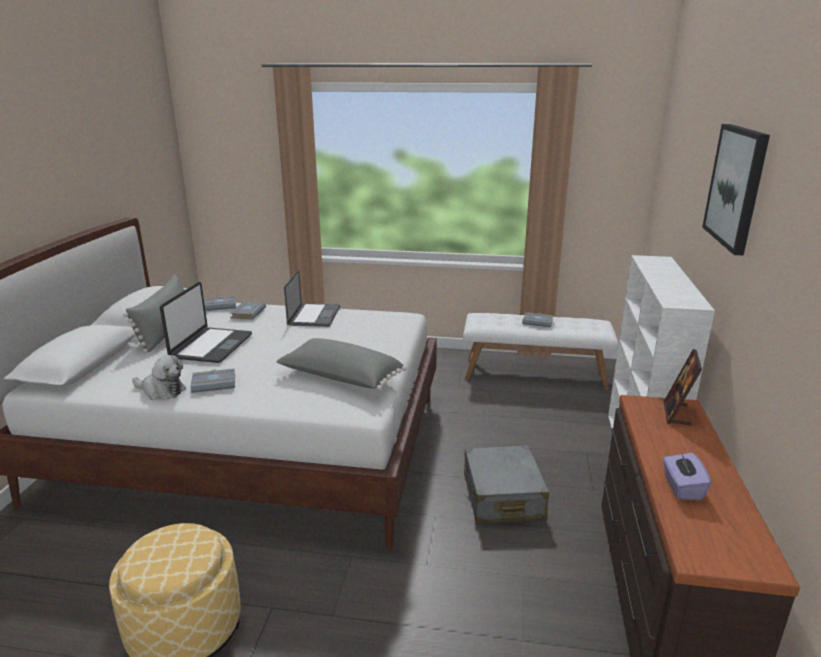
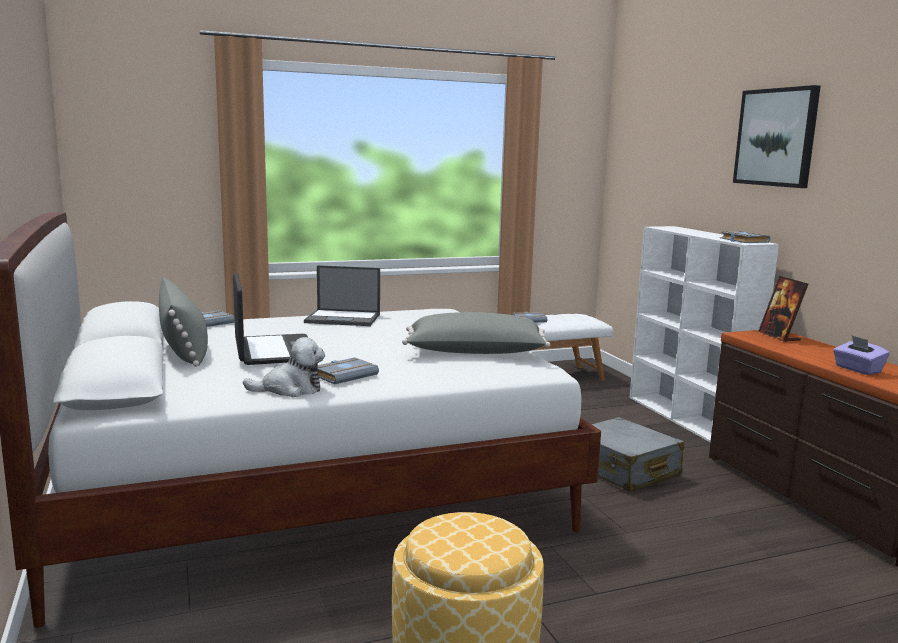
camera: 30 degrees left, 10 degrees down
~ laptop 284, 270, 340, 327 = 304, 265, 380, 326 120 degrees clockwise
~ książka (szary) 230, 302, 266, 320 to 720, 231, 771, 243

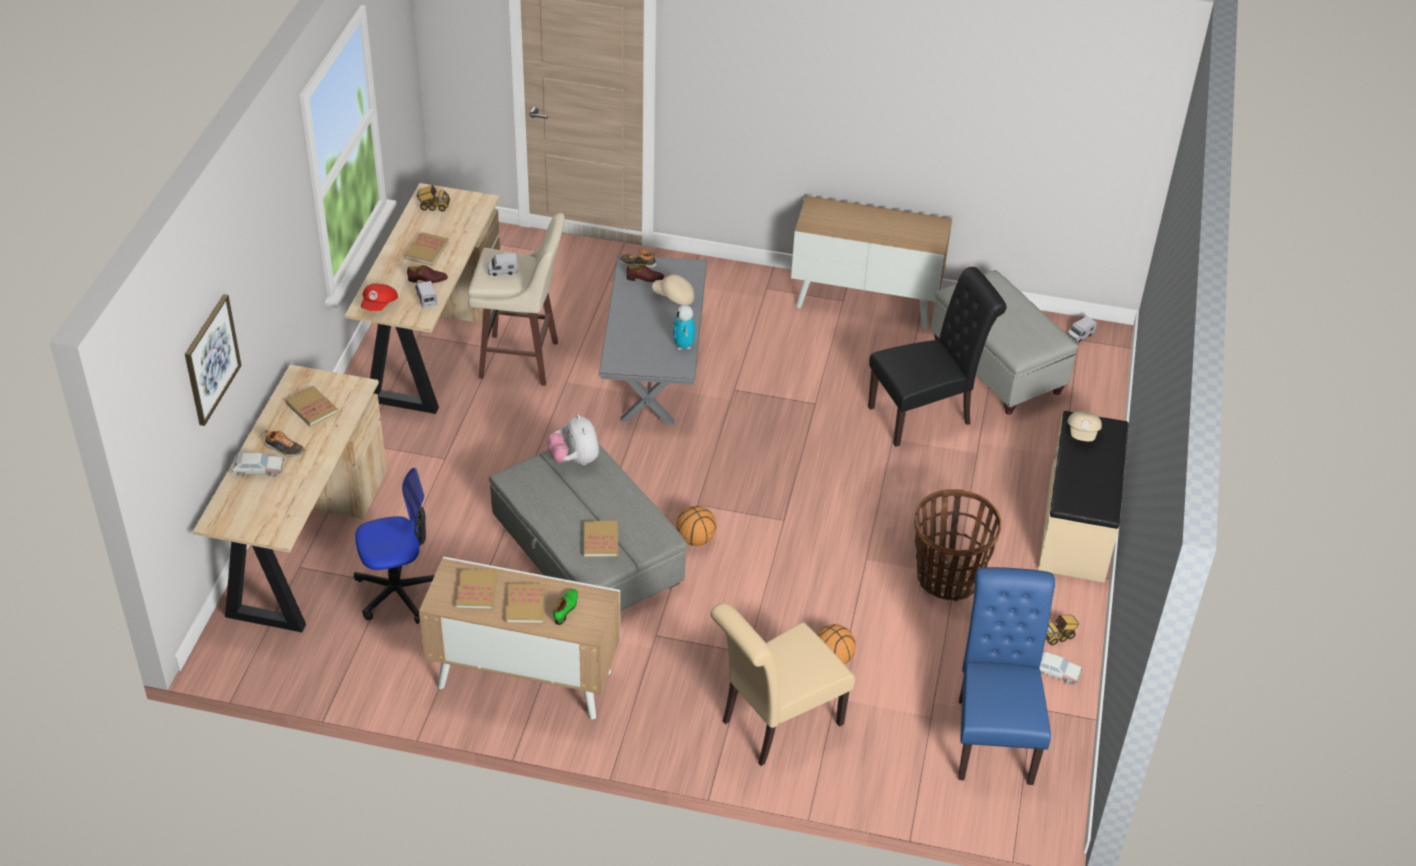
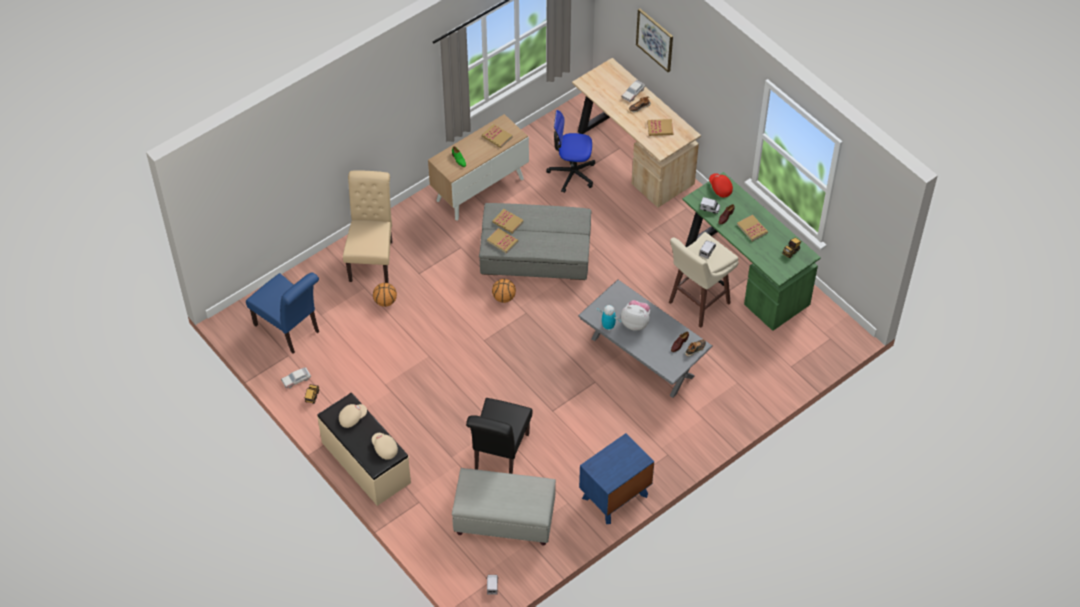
camera: 130 degrees right, 10 degrees up
~ biurko (beżowy) 345, 183, 500, 414 to biurko (zielony) 682, 172, 821, 331
~ szafka 791, 196, 952, 329 to szafka nocna (niebieski) 579, 433, 654, 524
~ czapka z daszkiem (beżowy) 652, 275, 694, 305 to 339, 404, 367, 428
~ pluszak 548, 415, 599, 465 to 621, 300, 650, 331
~ krzesło biurowe 354, 468, 435, 624 = 546, 110, 595, 193 75 degrees clockwise
- koszyk 914, 489, 1002, 601
~ książka 506, 583, 545, 624 to 487, 228, 518, 254

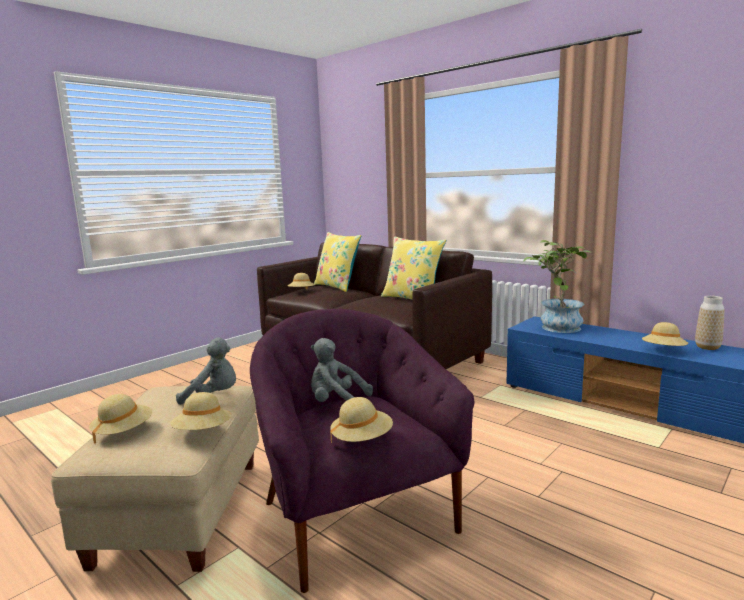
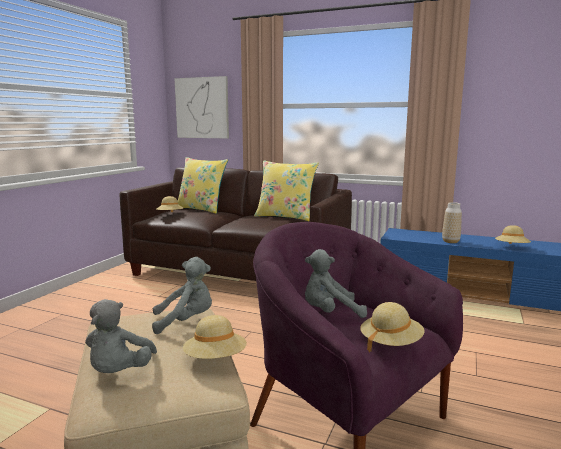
camera: 20 degrees left, 0 degrees up
- roślina doniczkowa 523, 240, 592, 333
~ wazon 695, 296, 724, 350 to 442, 202, 462, 243
~ kapelusz (beżowy) 89, 394, 152, 445 to pluszak (szary) 85, 299, 157, 373
+ obraz 174, 76, 229, 138

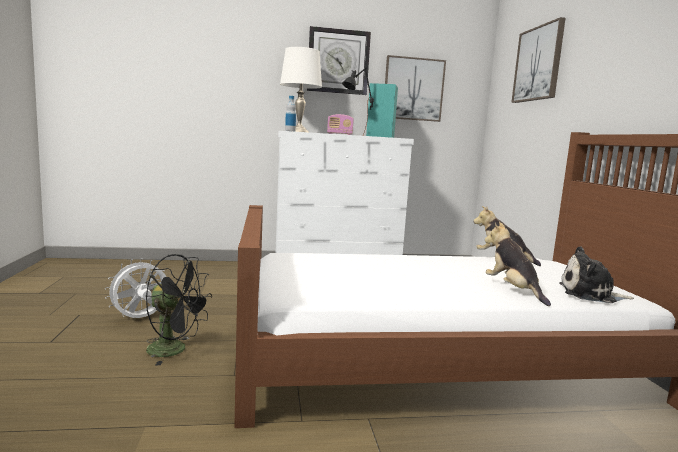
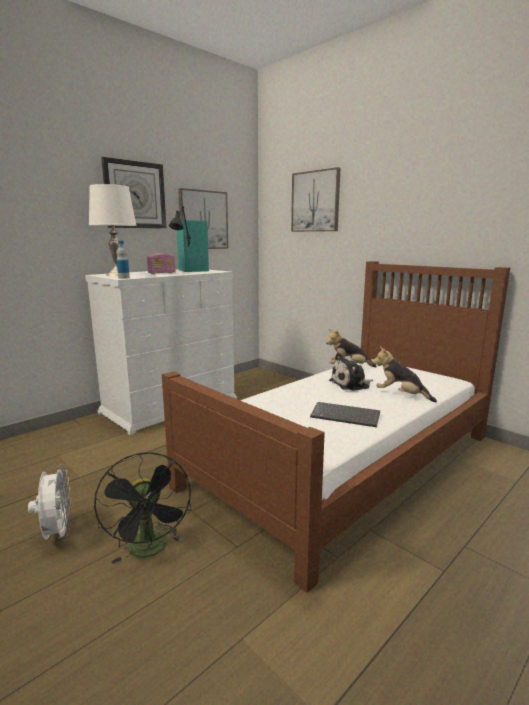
camera: 35 degrees left, 5 degrees up
~ pluszak 559, 246, 634, 303 to 329, 352, 373, 391
~ wentylator (czarny) 145, 254, 212, 365 = 94, 452, 191, 564 90 degrees clockwise
~ wentylator (biały) 105, 258, 166, 318 = 28, 464, 72, 541 150 degrees clockwise
+ klawiatura 310, 402, 380, 427

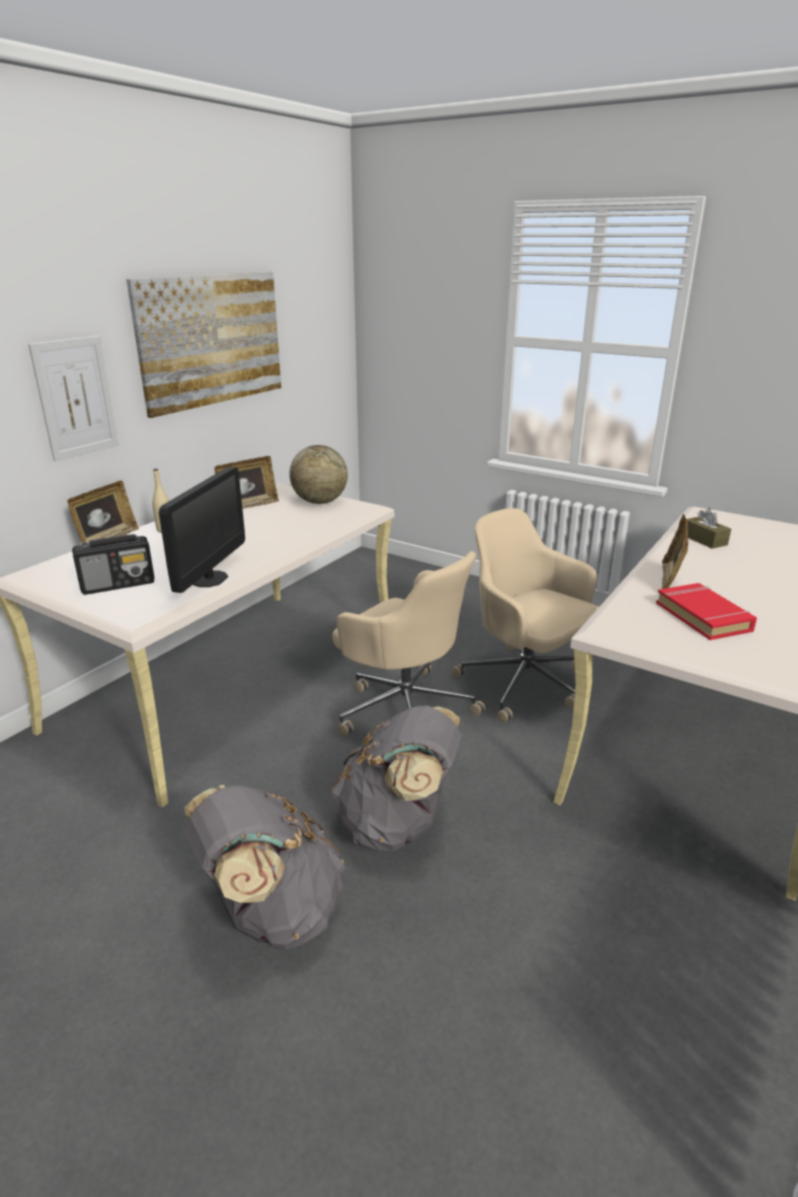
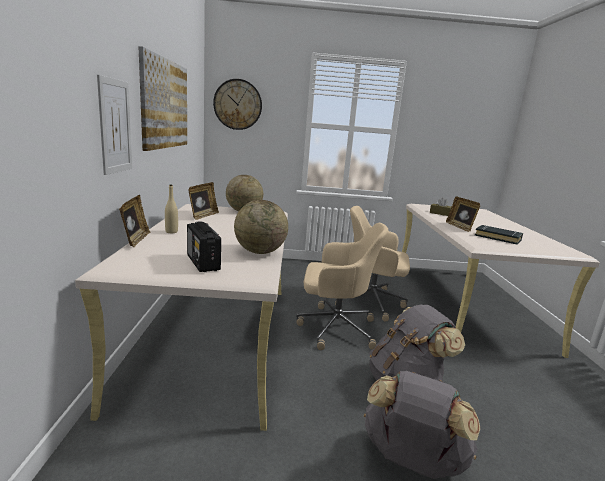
camera: 35 degrees left, 10 degrees down
~ monitor 159, 467, 245, 593 to globus 234, 200, 288, 254
~ radio 72, 534, 154, 595 = 187, 221, 221, 272 120 degrees clockwise
~ książka (czerwony) 656, 583, 757, 640 to książka (czarny) 475, 225, 523, 245
+ zegar ścienny 213, 79, 262, 130

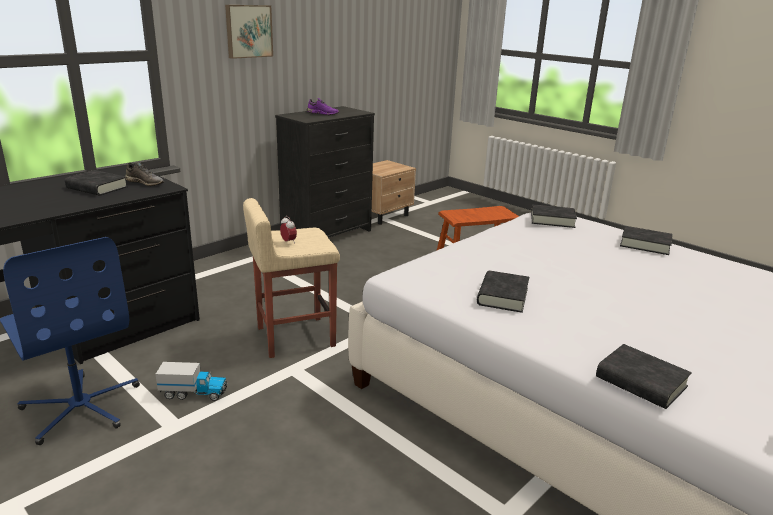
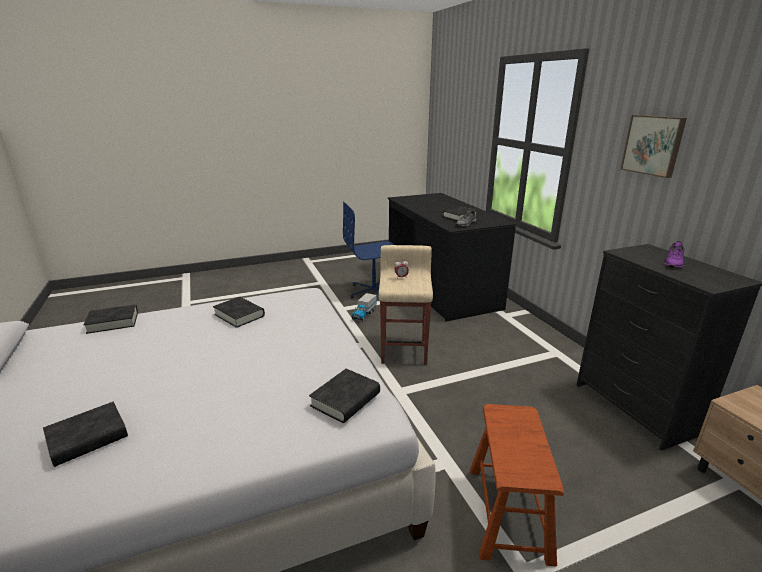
camera: 115 degrees right, 0 degrees up
~ książka (czarny) 620, 226, 673, 255 to 43, 402, 128, 467

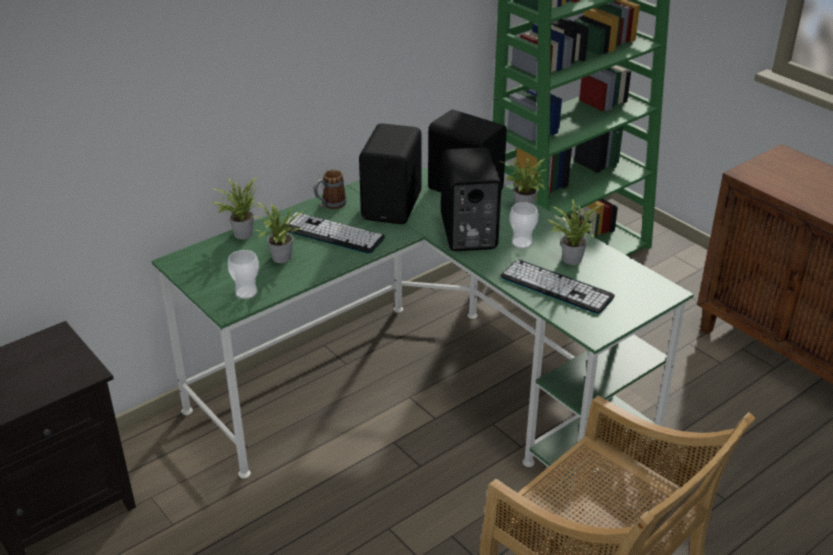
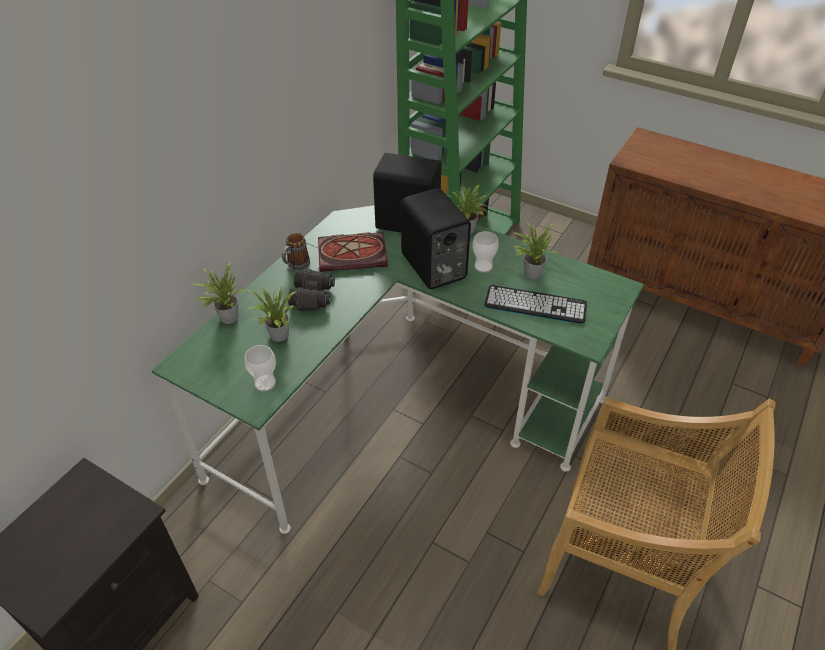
camera: 20 degrees left, 10 degrees up
~ głośnik (czarny) 359, 123, 422, 224 to książka 318, 232, 388, 272
~ klawiatura 286, 212, 385, 254 to lornetka (czarny) 288, 269, 335, 311

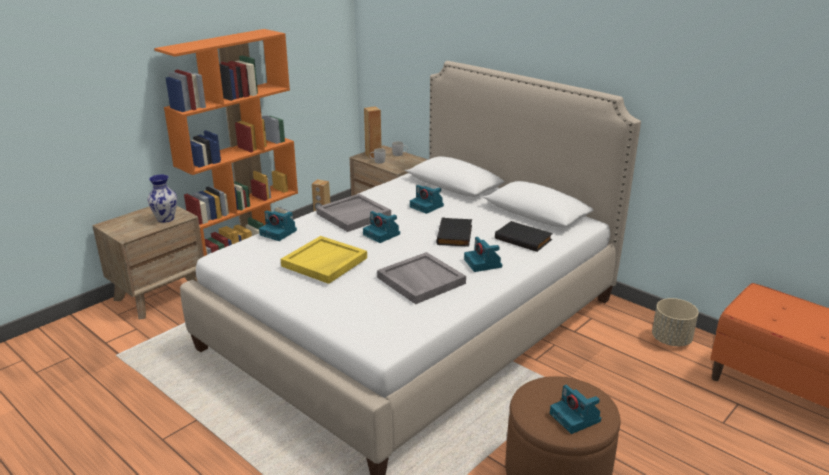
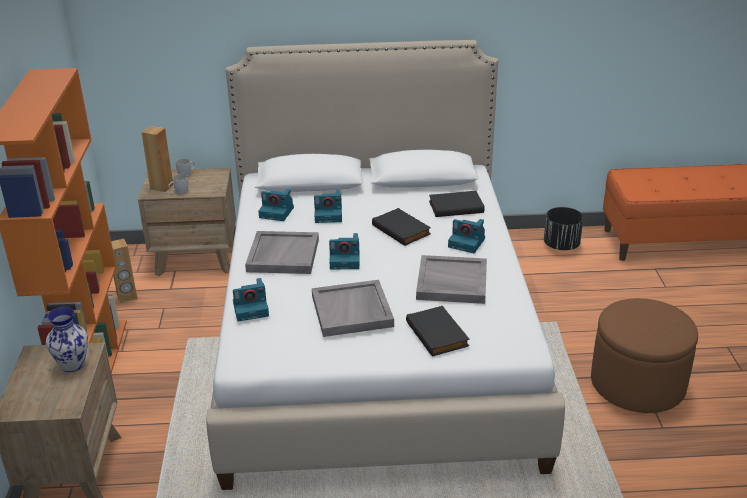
camera: 45 degrees left, 5 degrees up
~ taca (żółty) 281, 236, 367, 284 to taca (szary) 312, 280, 394, 337
~ donica (beżowy) 652, 298, 698, 346 to donica (czarny) 544, 207, 583, 250
~ aparat fotograficzny 550, 385, 601, 434 to 258, 189, 294, 221
+ książka (czarny) 406, 306, 469, 357

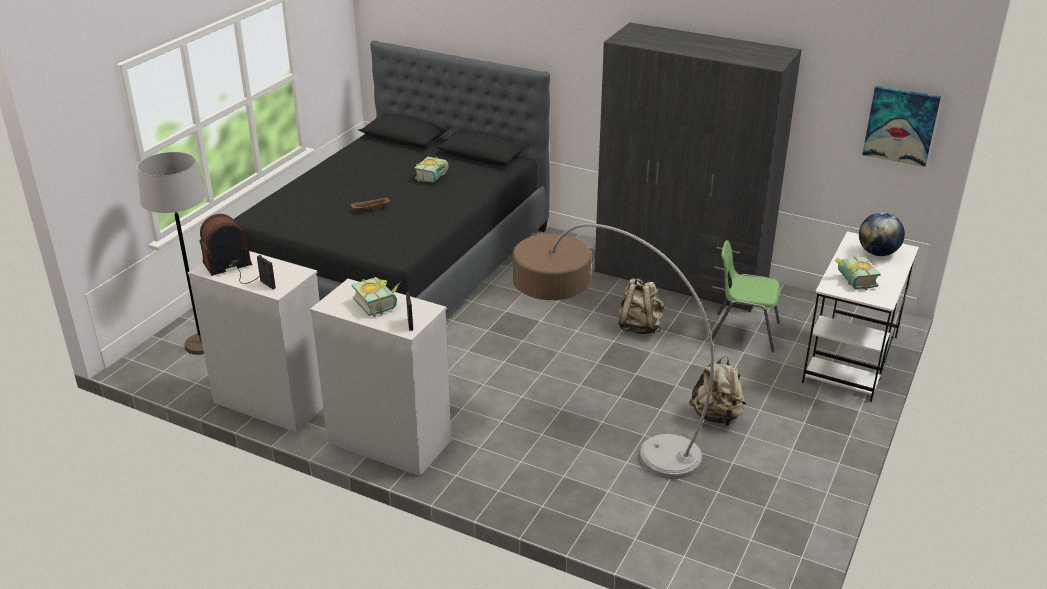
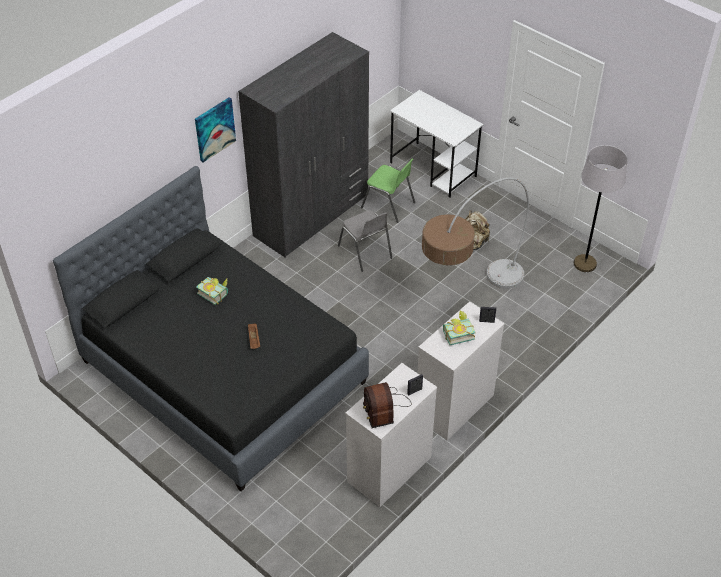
camera: 75 degrees left, 15 degrees up
~ obraz 862, 86, 941, 167 to 195, 97, 236, 163
~ lampa stojąca (szary) 137, 151, 206, 355 to 574, 145, 628, 272
- globus 859, 212, 905, 256
~ krzesło (zielony) 712, 240, 780, 353 = 361, 159, 415, 223 90 degrees counterclockwise
- książka 835, 257, 881, 290
~ plecak (beżowy) 618, 278, 665, 334 to krzesło (szary) 338, 210, 392, 272

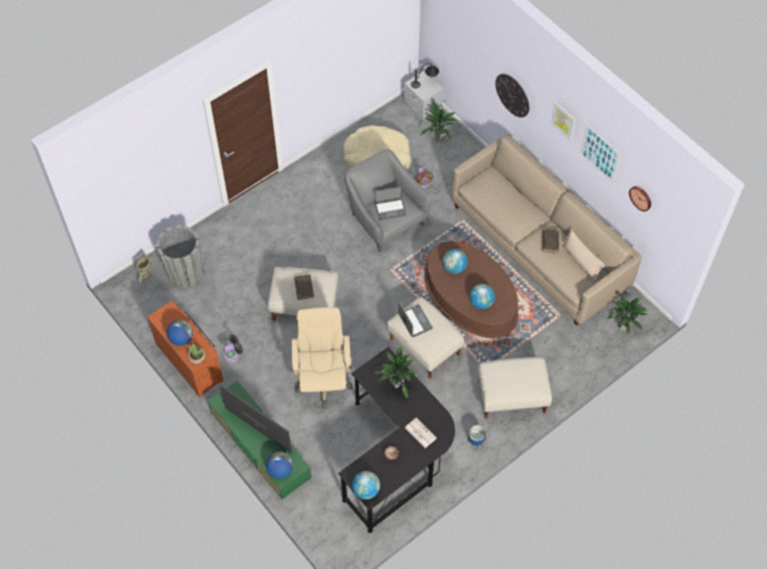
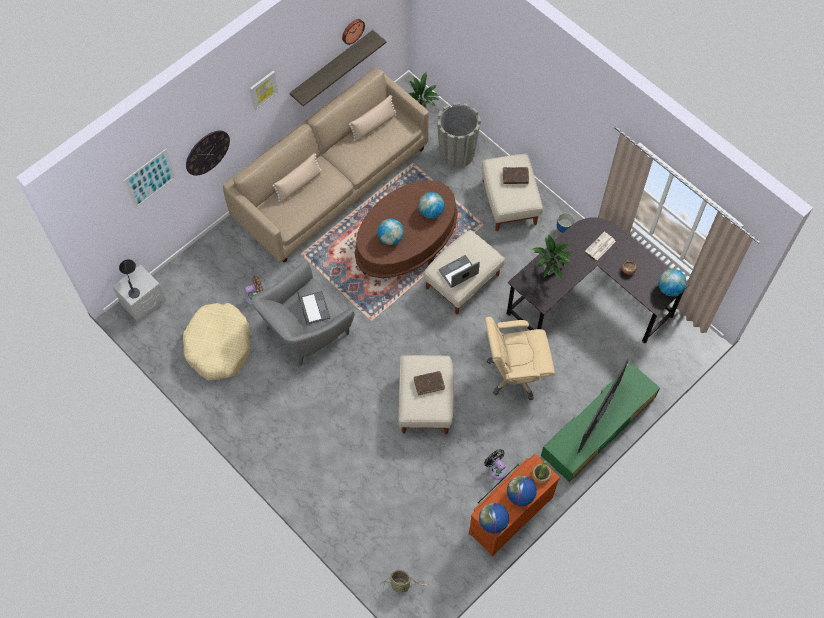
camera: 95 degrees left, 5 degrees up
- roślina doniczkowa 420, 101, 458, 141
~ obraz 580, 124, 621, 183 to 124, 149, 176, 209
~ donica (szary) 156, 225, 203, 288 to 437, 102, 481, 168
~ książka (brązowy) 542, 230, 559, 253 to 503, 167, 529, 184
~ globus 266, 452, 293, 479 to 479, 503, 509, 534
+ półka 289, 30, 387, 106
+ poduszka (beżowy) 272, 153, 322, 202

